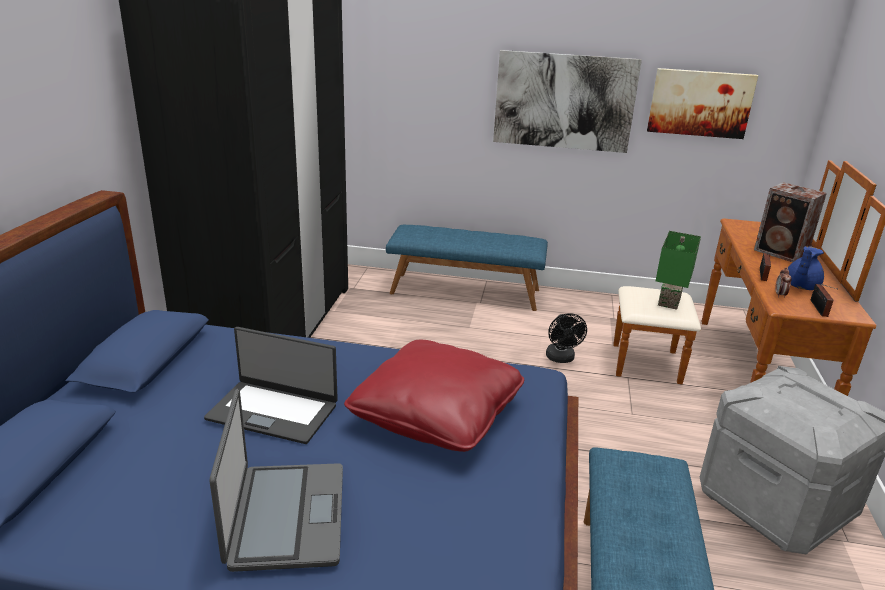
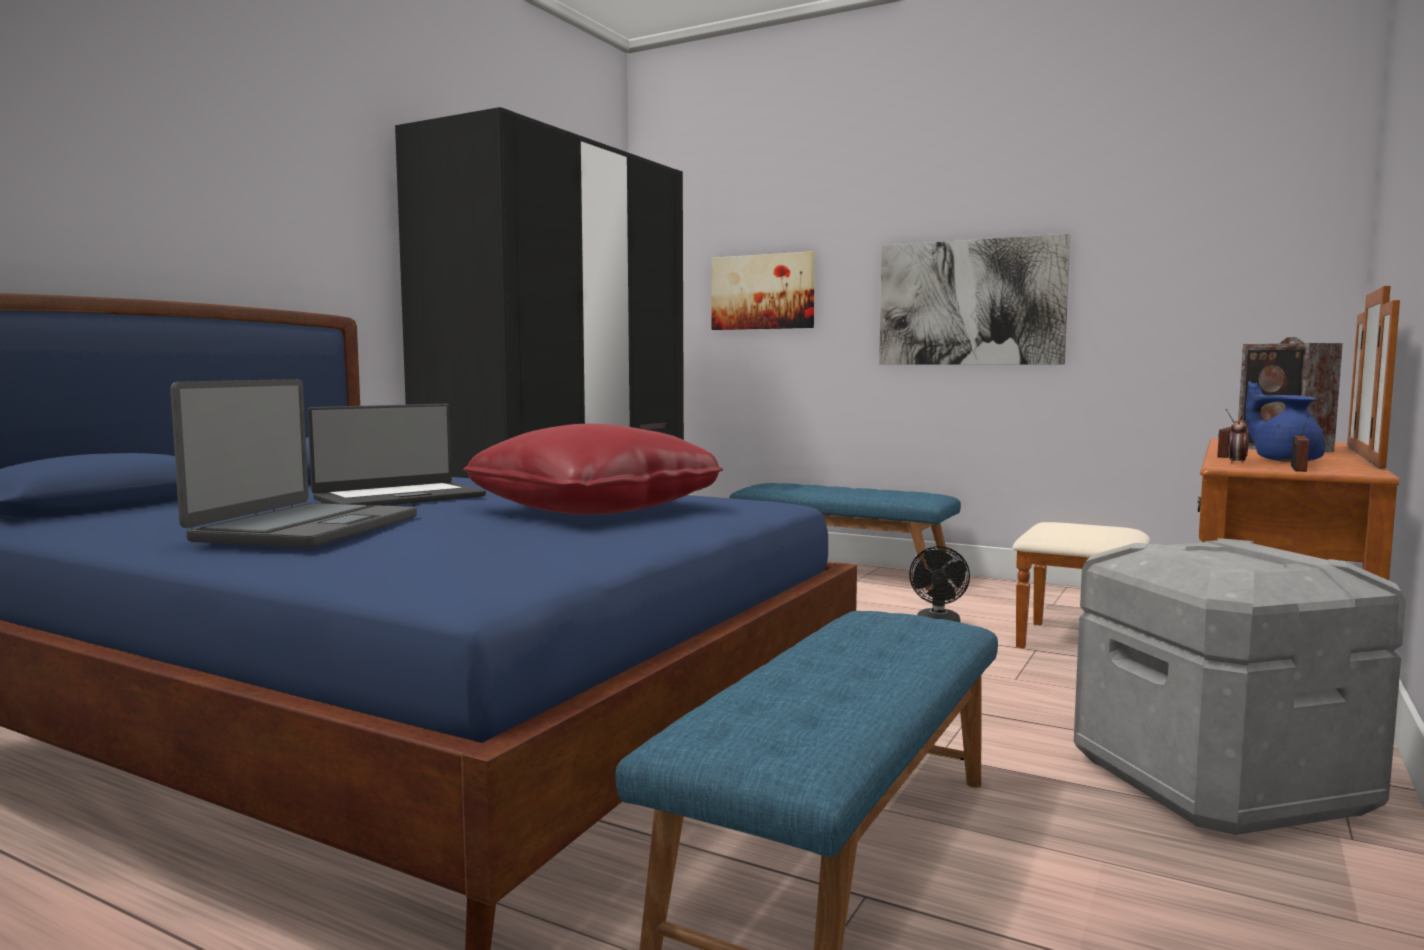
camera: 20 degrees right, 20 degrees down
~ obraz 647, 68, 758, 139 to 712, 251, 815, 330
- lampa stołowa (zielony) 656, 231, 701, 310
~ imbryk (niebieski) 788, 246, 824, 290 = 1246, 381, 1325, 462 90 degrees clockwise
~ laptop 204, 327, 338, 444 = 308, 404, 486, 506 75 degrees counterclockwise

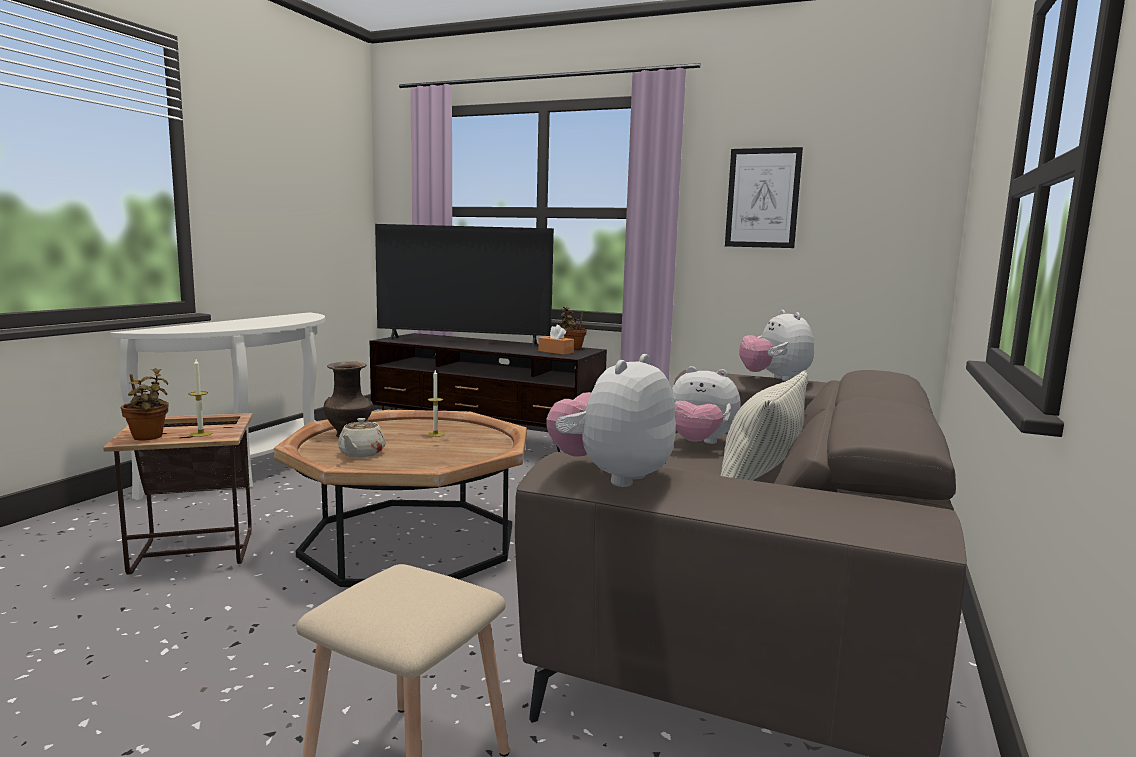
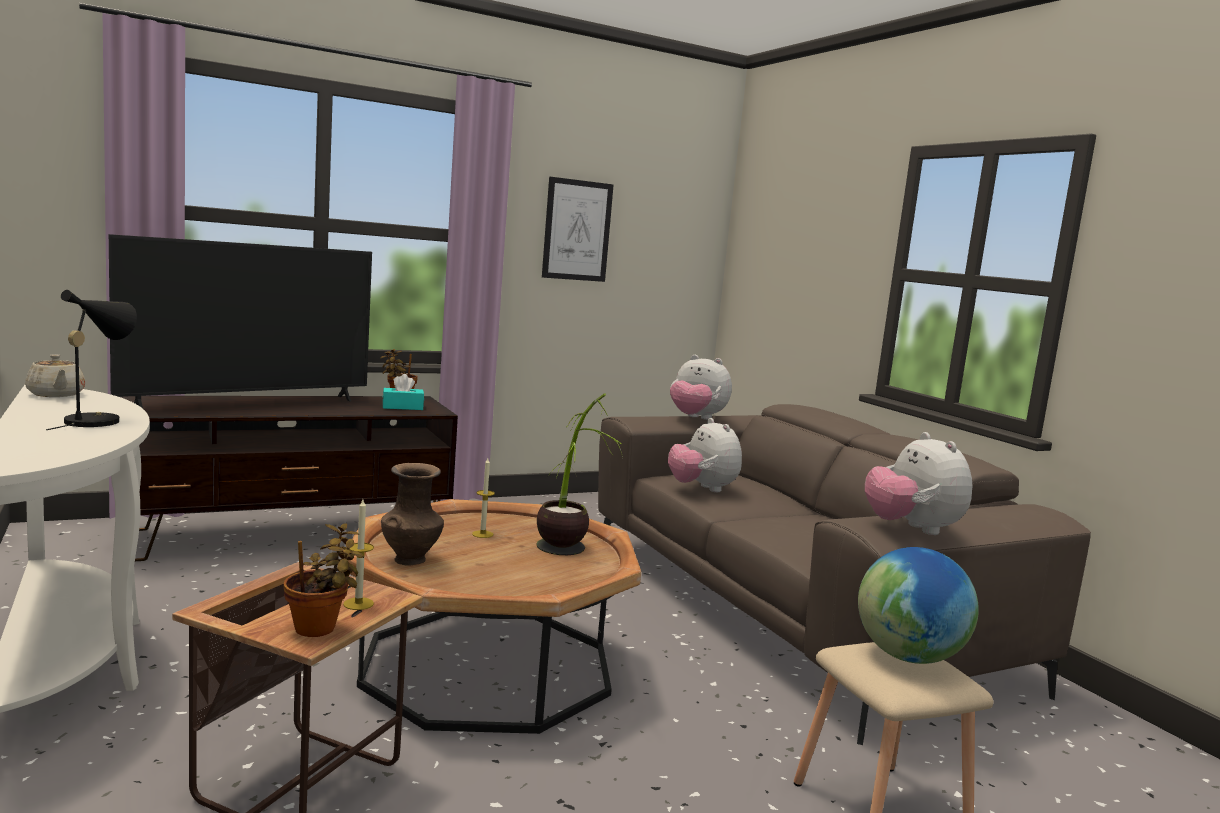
camera: 50 degrees left, 0 degrees up
~ pudełko chusteczek (pomarańczowy) 538, 325, 574, 355 to pudełko chusteczek (turkusowy) 383, 374, 424, 410
~ pluszak 672, 366, 741, 444 = 668, 418, 742, 492 90 degrees clockwise
- poduszka 721, 371, 808, 481
~ imbryk (beżowy) 338, 418, 386, 457 to 25, 354, 85, 397
+ lampa stołowa (czarny) 46, 290, 137, 430
+ roślina doniczkowa 537, 394, 623, 555
+ globus 858, 547, 979, 664

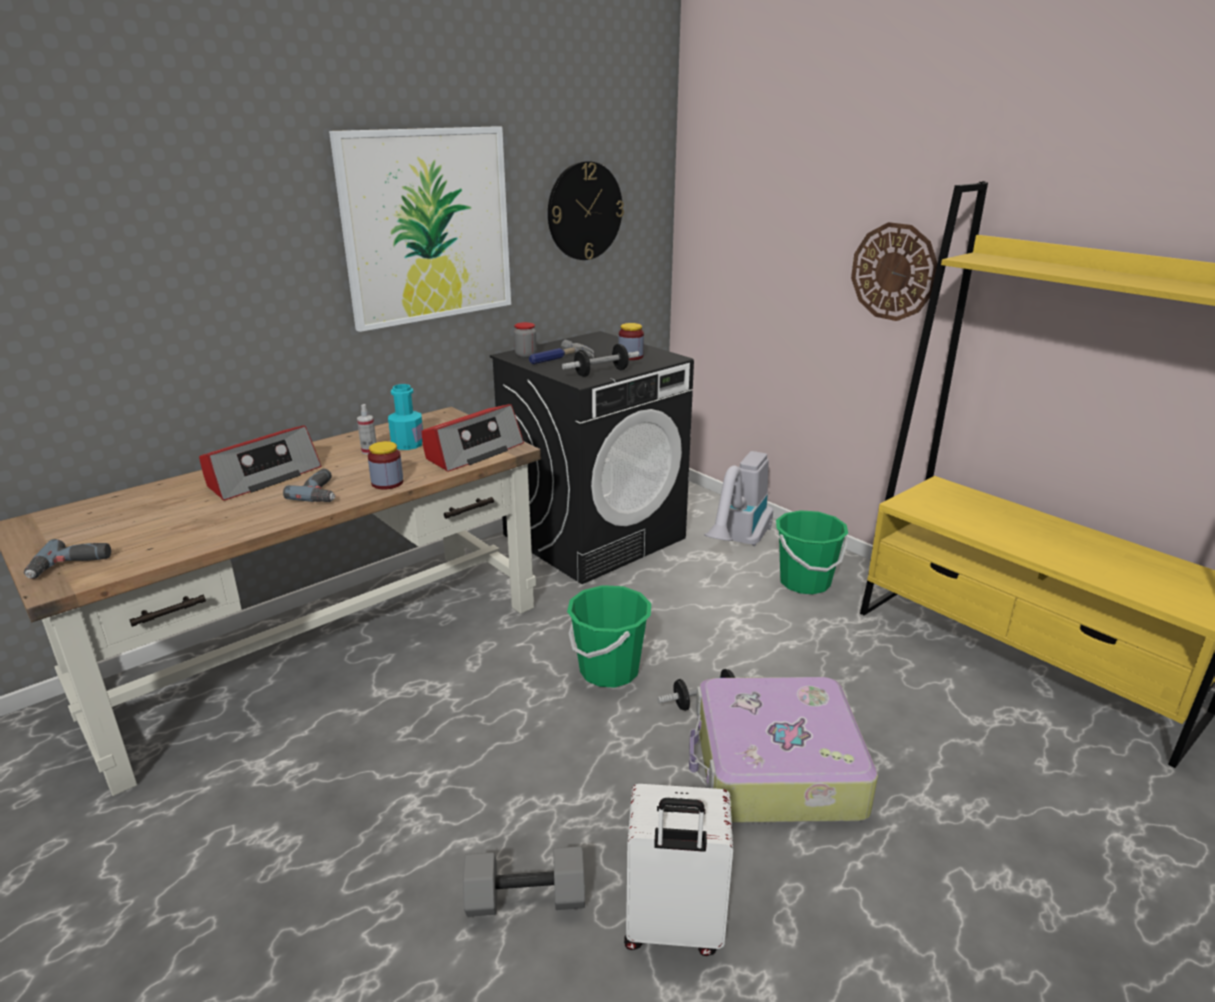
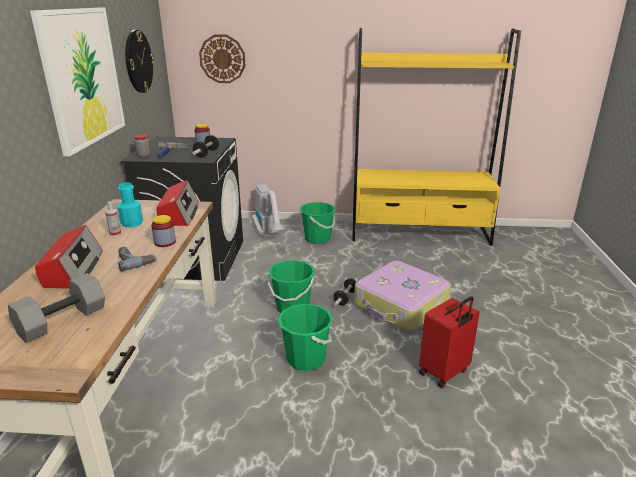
camera: 45 degrees left, 0 degrees up
~ zegar ścienny 851, 222, 937, 321 to 199, 35, 246, 83
- wiertarka 24, 539, 111, 579
~ walizka (biały) 624, 784, 733, 956 to walizka (czerwony) 419, 296, 479, 388
~ hantel (szary) 463, 846, 585, 917 to 8, 273, 105, 343
+ wiadro (zielony) 278, 304, 333, 371

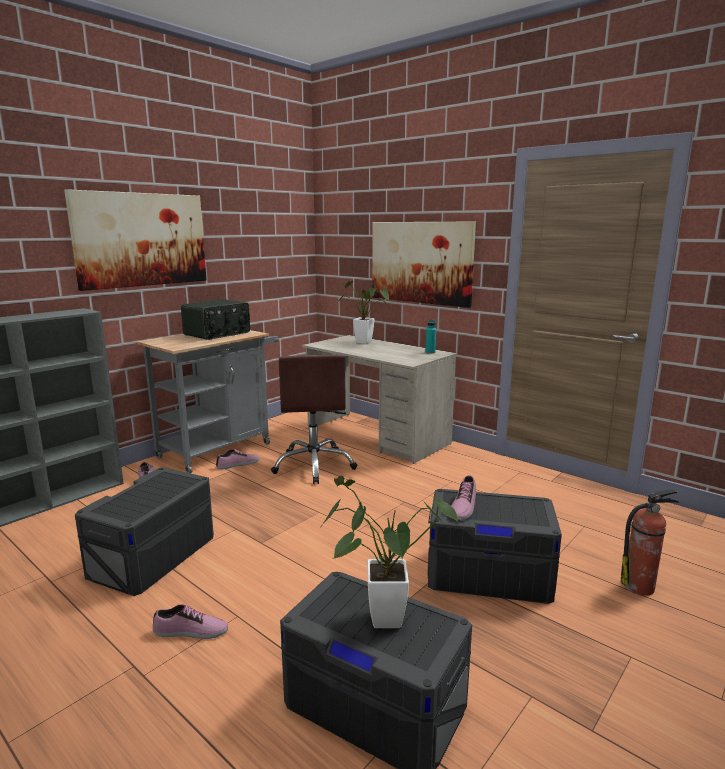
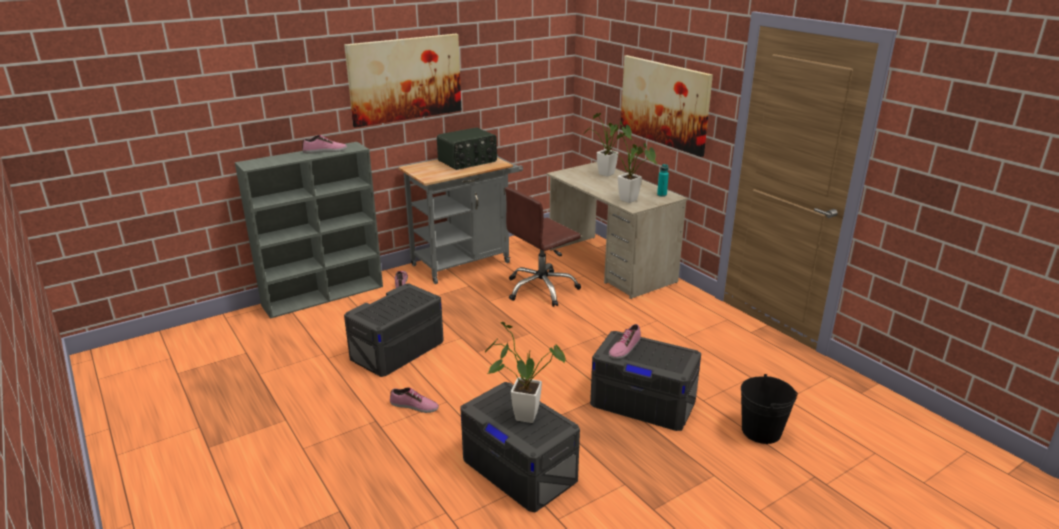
camera: 15 degrees right, 10 degrees up
~ krzesło biurowe (brązowy) 271, 355, 357, 484 = 505, 187, 581, 307 45 degrees clockwise
~ but 216, 449, 259, 469 to 302, 135, 347, 154
~ gaśnica 620, 489, 679, 596 to wiadro (czarny) 741, 374, 798, 444
+ roślina doniczkowa 604, 133, 657, 203

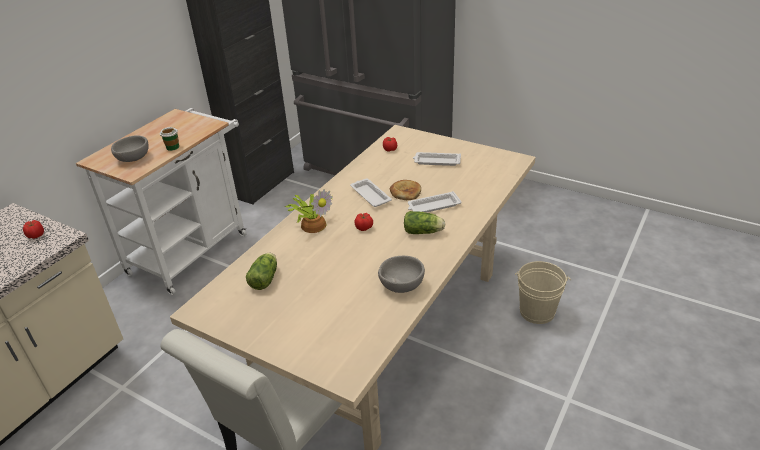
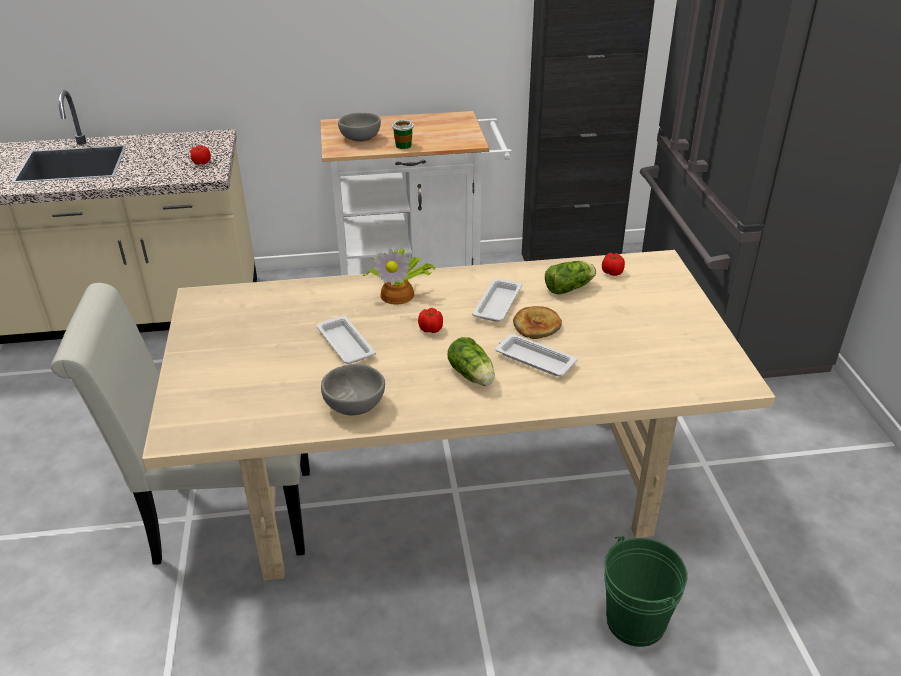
camera: 50 degrees right, 0 degrees up
~ taca (biały) 413, 152, 461, 166 to 316, 316, 376, 364
~ sałata 246, 253, 277, 290 to 545, 261, 596, 294
~ wiadro (beżowy) 515, 261, 571, 324 to wiadro (zielony) 604, 536, 687, 647

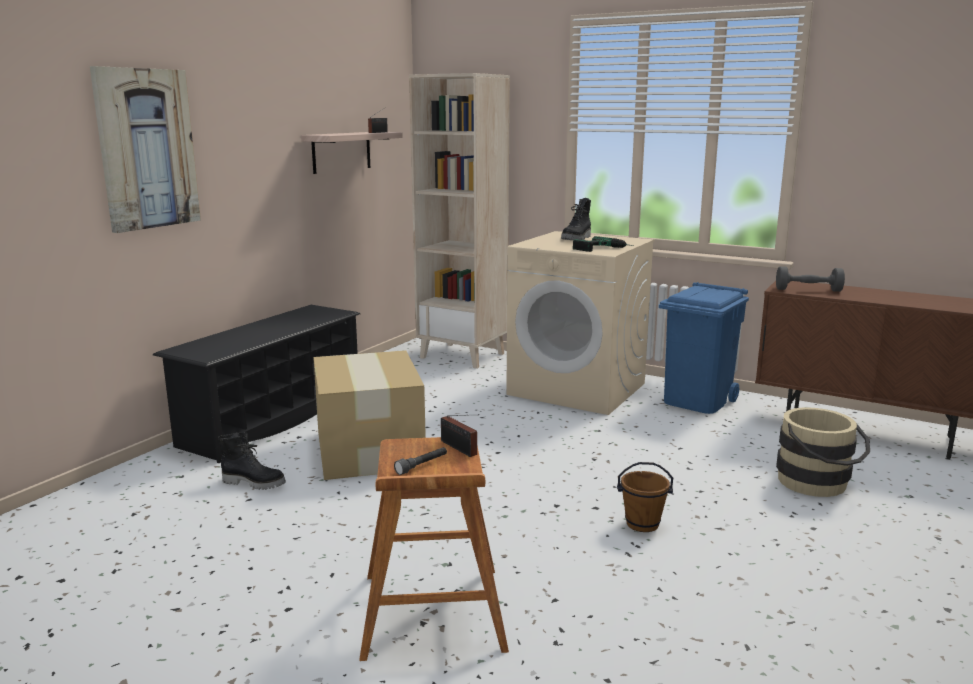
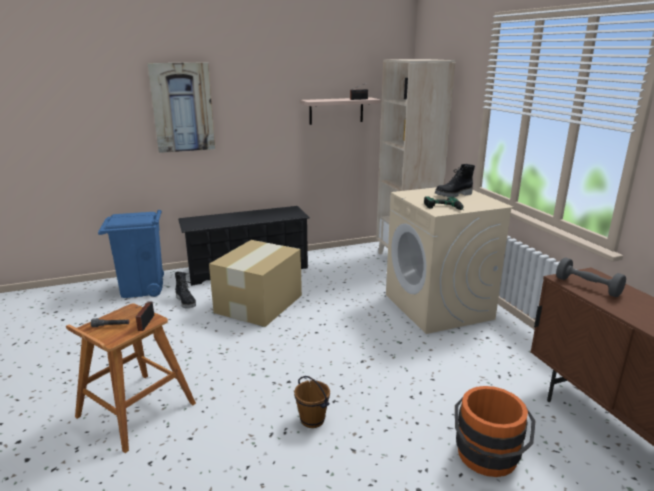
camera: 40 degrees right, 5 degrees up
~ kosz na śmieci (niebieski) 659, 282, 749, 414 to 98, 210, 164, 298
~ wiadro (beżowy) 776, 407, 870, 497 to wiadro (pomarańczowy) 455, 386, 536, 477

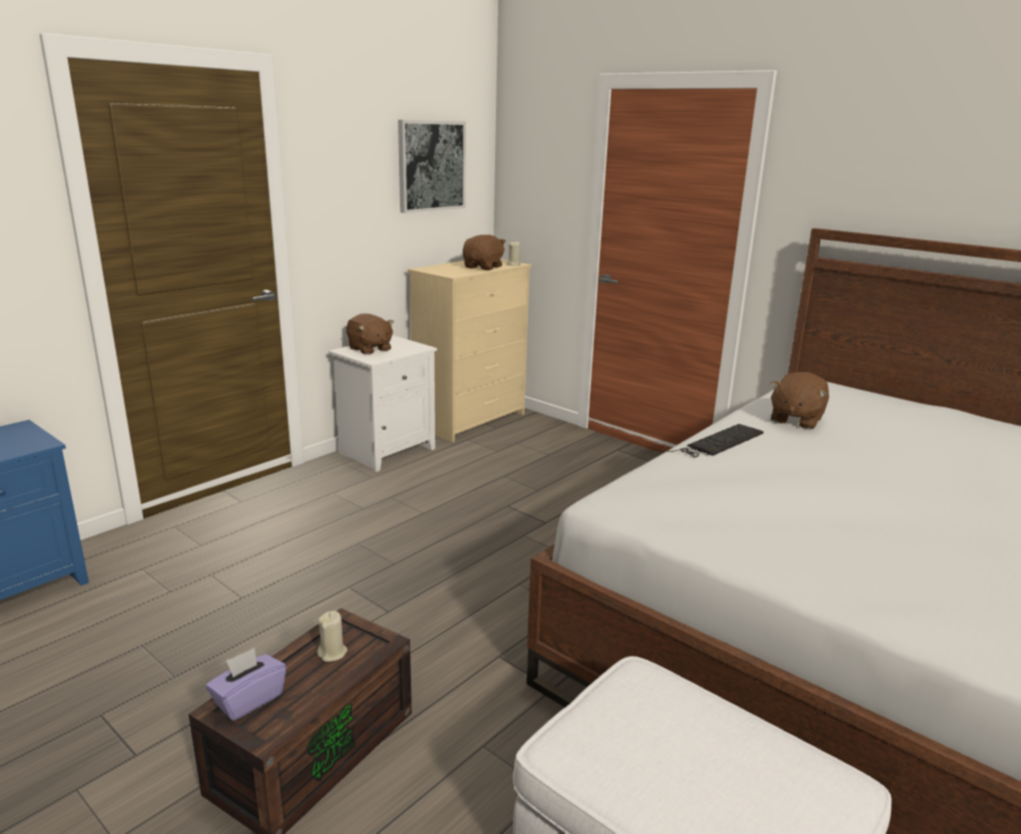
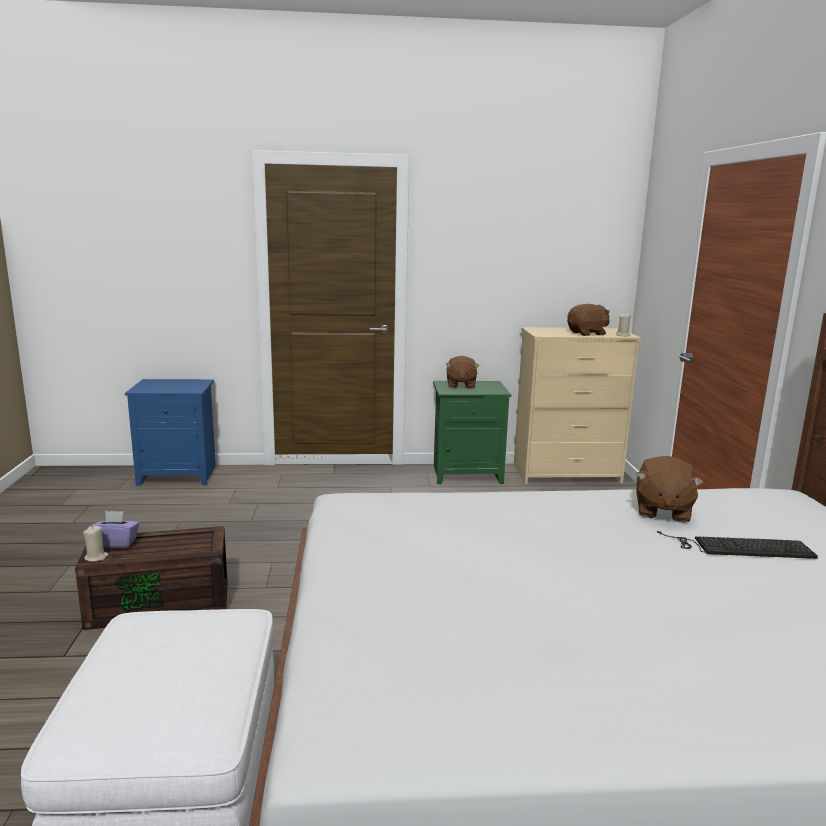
camera: 45 degrees right, 5 degrees down
- obraz 398, 120, 466, 213
~ szafka nocna (biały) 328, 336, 437, 472 to szafka nocna (zielony) 433, 381, 511, 484
~ pluszak (brązowy) 770, 372, 829, 429 = 636, 456, 704, 523 60 degrees counterclockwise
~ klawiatura 661, 424, 764, 458 to 657, 531, 818, 559
~ świeca (beżowy) 317, 611, 348, 662 to 83, 526, 109, 562

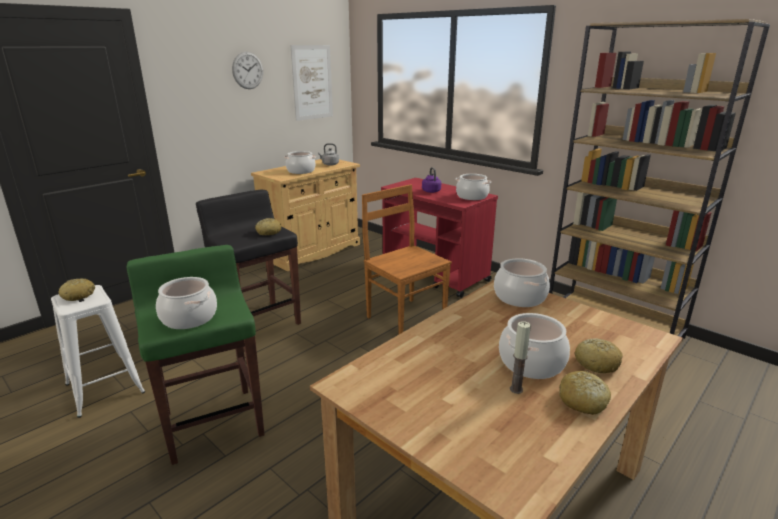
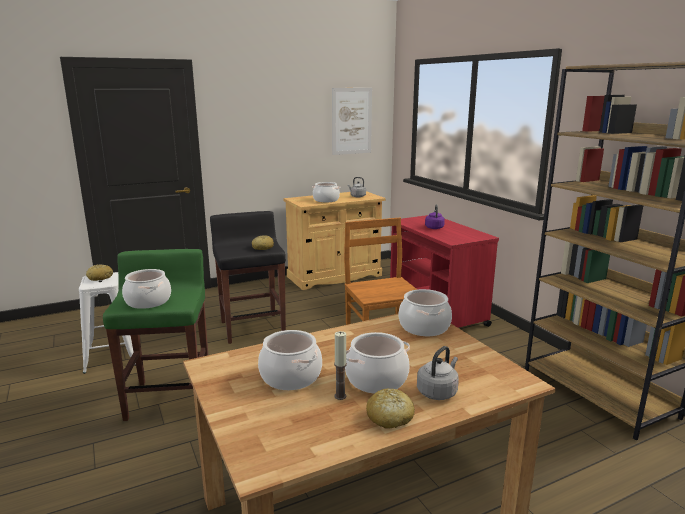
camera: 20 degrees right, 5 degrees down
- zegar ścienny 232, 52, 263, 89
~ garnek 456, 174, 491, 200 to 258, 330, 322, 390
~ chleb 575, 338, 623, 373 to czajnik (szary) 417, 346, 459, 400

